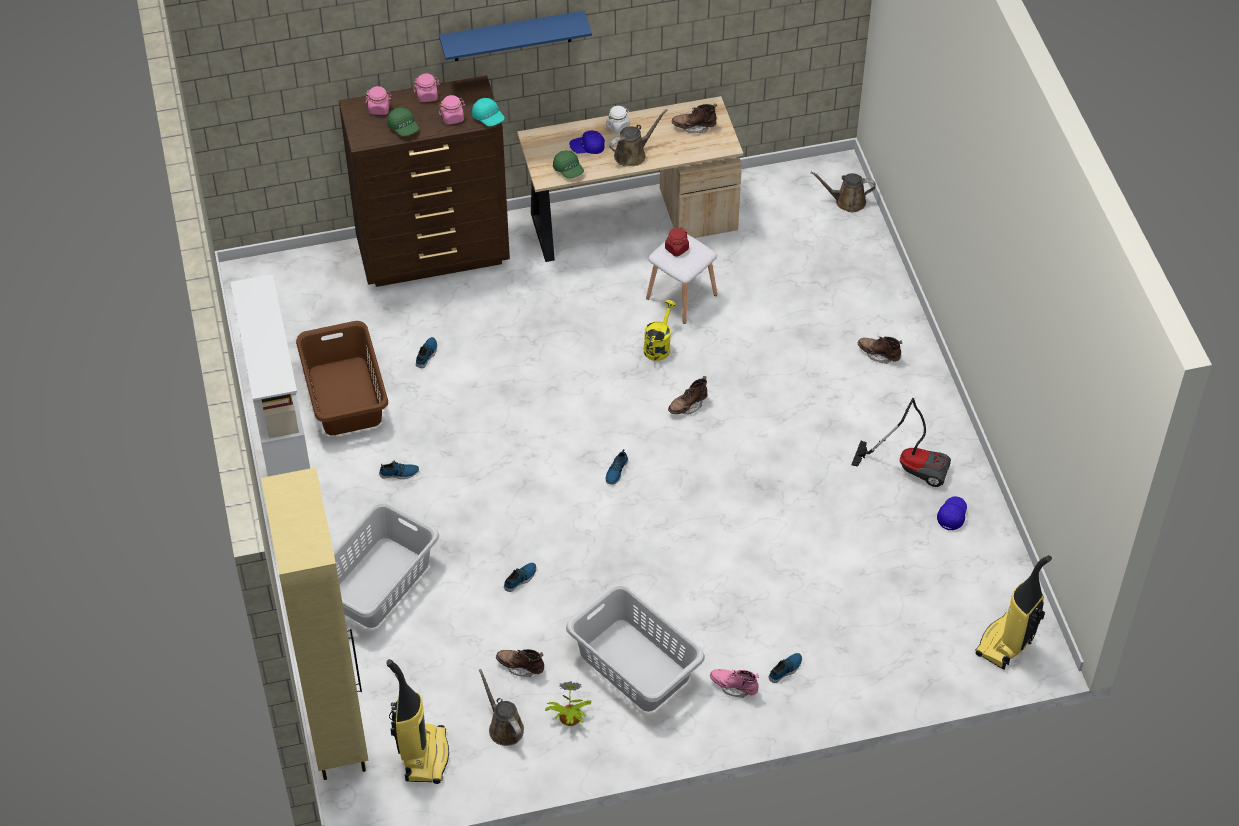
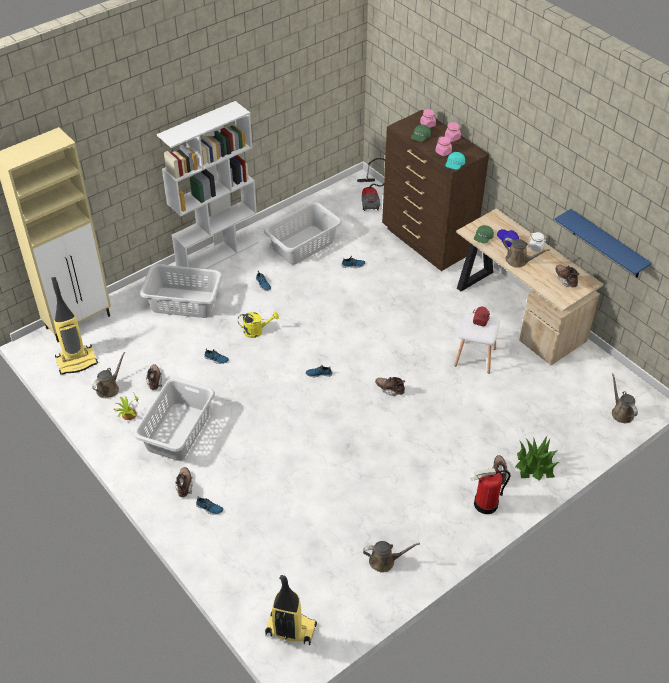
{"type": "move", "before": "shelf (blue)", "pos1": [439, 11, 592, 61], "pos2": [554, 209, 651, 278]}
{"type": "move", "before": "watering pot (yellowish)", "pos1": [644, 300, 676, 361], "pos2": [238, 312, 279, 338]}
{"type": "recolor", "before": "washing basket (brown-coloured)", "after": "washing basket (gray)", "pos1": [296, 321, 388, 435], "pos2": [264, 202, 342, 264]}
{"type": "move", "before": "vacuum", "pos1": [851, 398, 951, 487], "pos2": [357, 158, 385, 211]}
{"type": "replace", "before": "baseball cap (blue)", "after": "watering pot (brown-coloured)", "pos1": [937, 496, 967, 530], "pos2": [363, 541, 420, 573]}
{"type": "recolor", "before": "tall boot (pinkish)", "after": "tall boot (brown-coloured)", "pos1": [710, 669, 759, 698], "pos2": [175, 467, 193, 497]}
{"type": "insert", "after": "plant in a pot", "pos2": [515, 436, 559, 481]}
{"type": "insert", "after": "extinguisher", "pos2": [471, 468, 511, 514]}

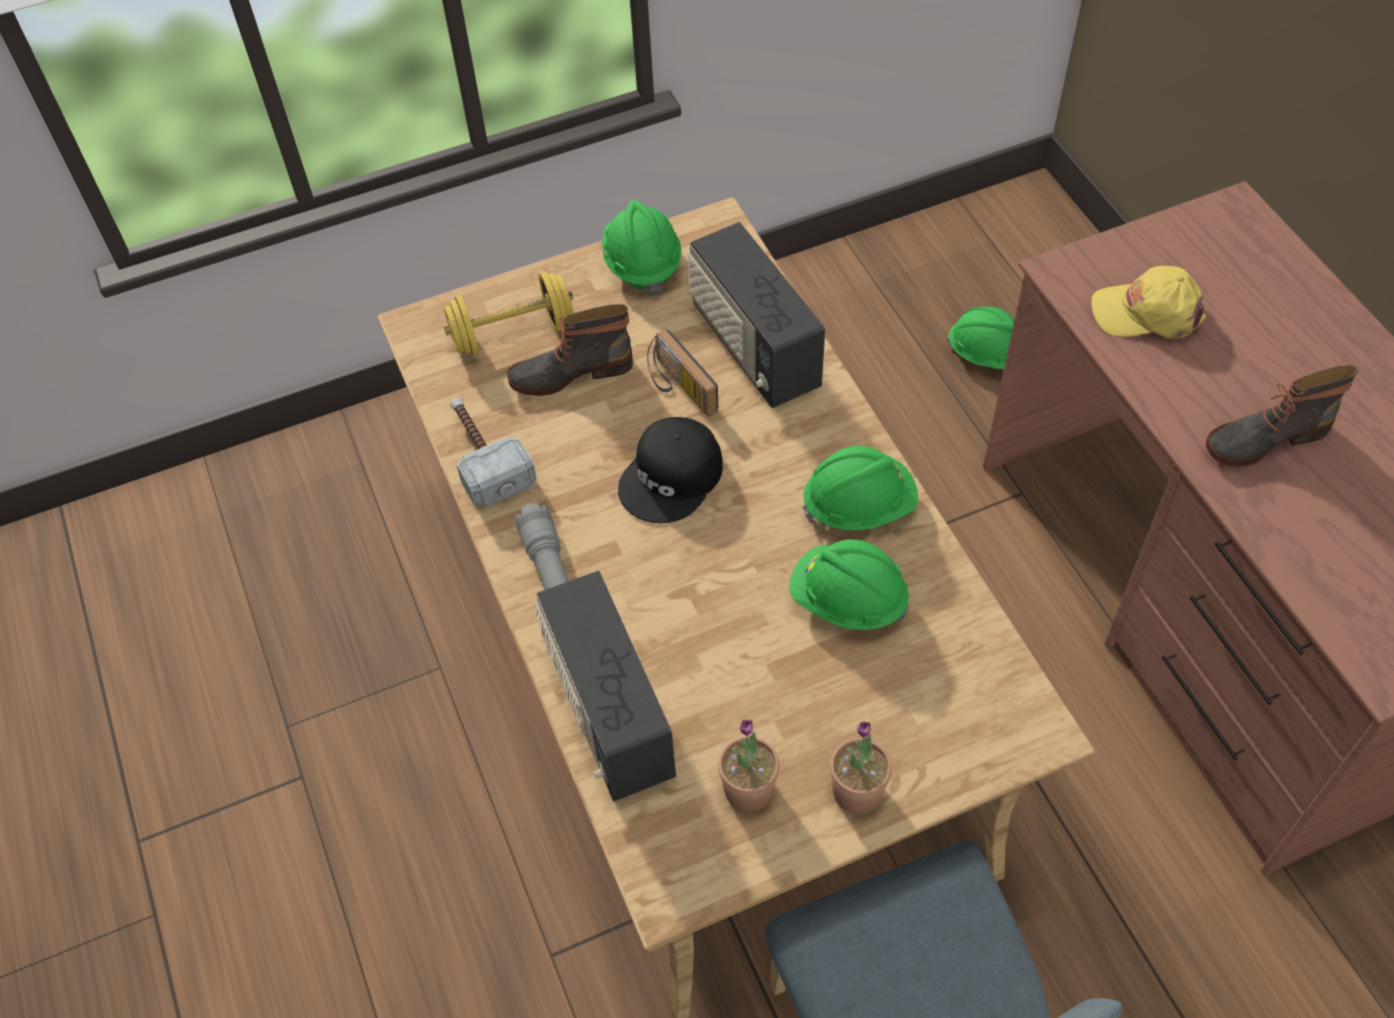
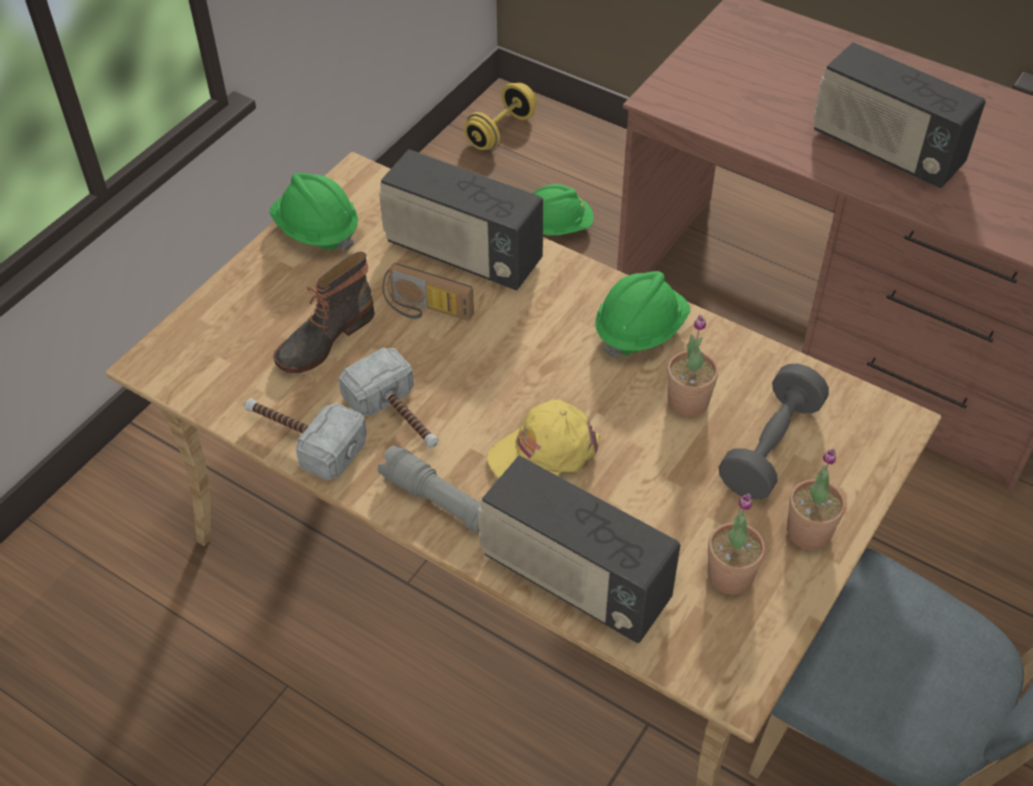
{"type": "move", "before": "baseball cap (yellowish)", "pos1": [1091, 266, 1206, 339], "pos2": [487, 400, 600, 479]}
{"type": "move", "before": "free weight (yellowish)", "pos1": [444, 271, 573, 356], "pos2": [464, 83, 537, 150]}
{"type": "replace", "before": "tall boot", "after": "radio", "pos1": [1206, 365, 1358, 466], "pos2": [813, 42, 986, 188]}
{"type": "delete", "before": "baseball cap (black-coloured)", "pos1": [618, 417, 723, 523]}
{"type": "replace", "before": "safety helmet (green-coloured)", "after": "plant in a pot", "pos1": [789, 539, 910, 630], "pos2": [667, 315, 718, 417]}
{"type": "insert", "after": "hand hammer", "pos2": [338, 348, 439, 448]}
{"type": "insert", "after": "free weight (gray)", "pos2": [719, 364, 829, 500]}

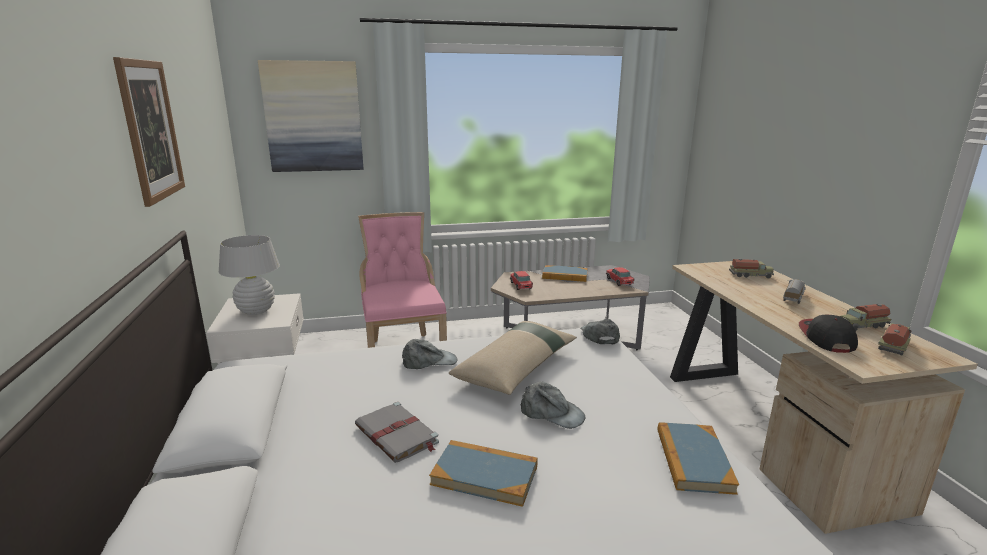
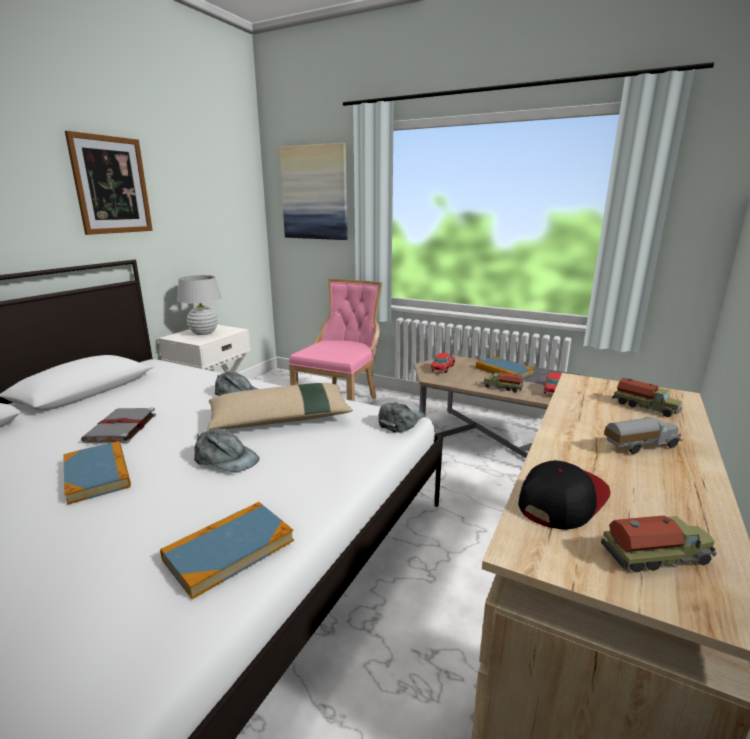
{"type": "move", "before": "model truck", "pos1": [840, 304, 891, 331], "pos2": [483, 372, 523, 392]}
{"type": "rotate", "before": "baseball cap (gray)", "pos1": [520, 382, 585, 429], "pos2": [194, 428, 259, 473], "turn": -45}

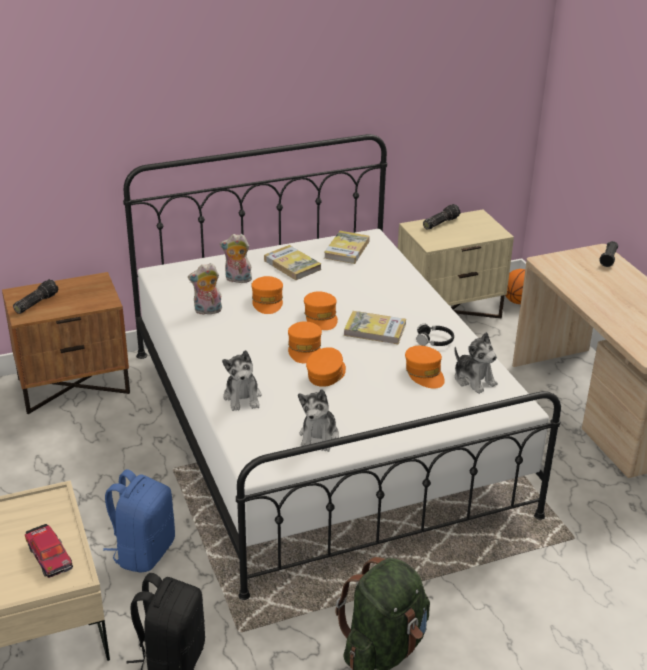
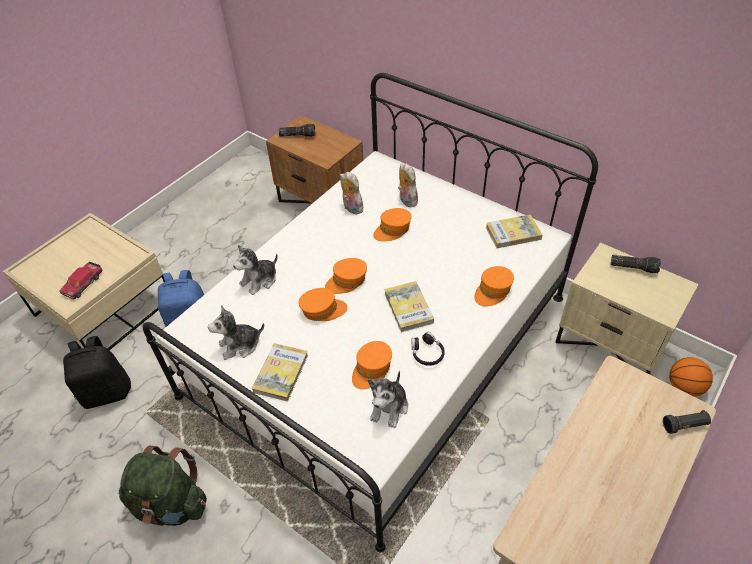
{"type": "move", "before": "book", "pos1": [264, 245, 321, 280], "pos2": [252, 343, 308, 401]}
{"type": "move", "before": "baseball cap (orangey)", "pos1": [304, 291, 338, 330], "pos2": [474, 266, 514, 307]}

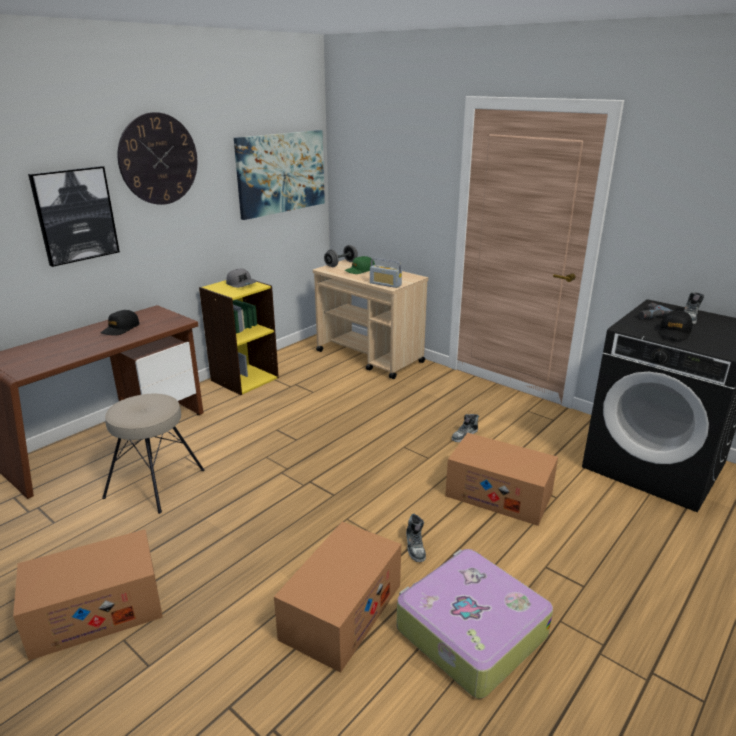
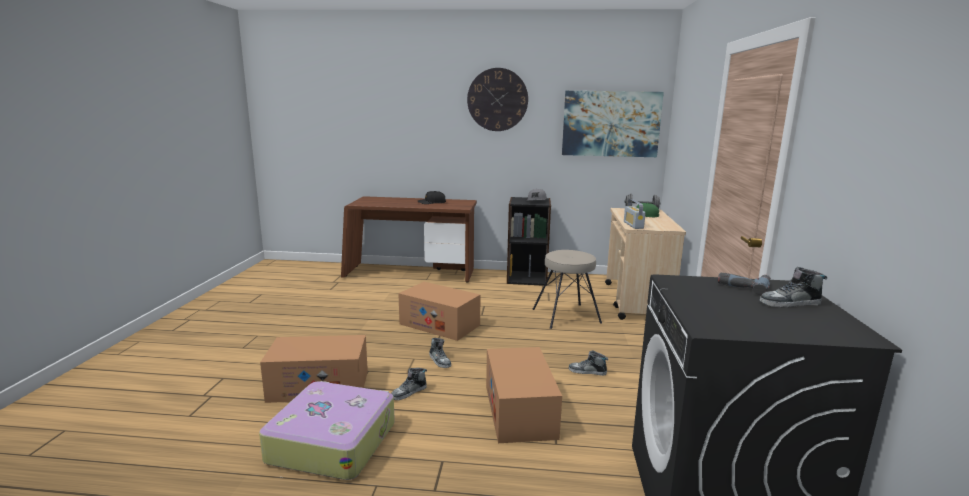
{"type": "delete", "before": "wall picture", "pos1": [28, 166, 120, 267]}
{"type": "recolor", "before": "bookshelf (yellowish)", "after": "bookshelf (black-coloured)", "pos1": [199, 280, 279, 395], "pos2": [507, 197, 551, 286]}
{"type": "delete", "before": "baseball cap (black-coloured)", "pos1": [658, 310, 692, 340]}
{"type": "move", "before": "stool seat (sand-coloured)", "pos1": [102, 394, 205, 514], "pos2": [532, 250, 602, 329]}
{"type": "move", "before": "packing box", "pos1": [13, 529, 163, 661], "pos2": [398, 282, 481, 341]}
{"type": "insert", "after": "item of footwear", "pos2": [429, 338, 451, 368]}

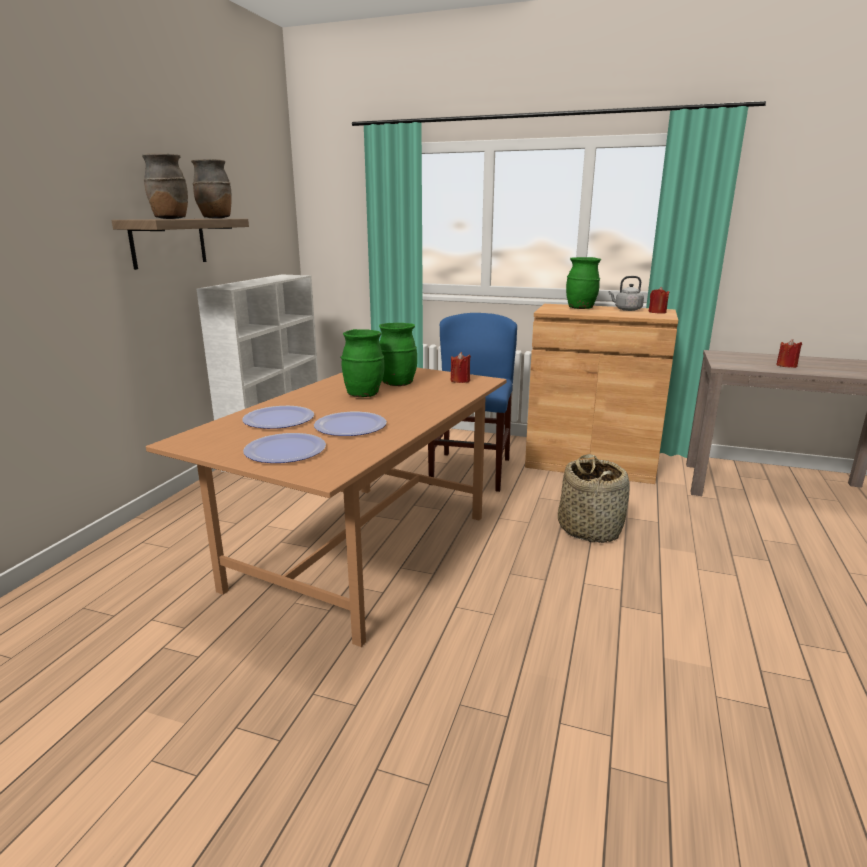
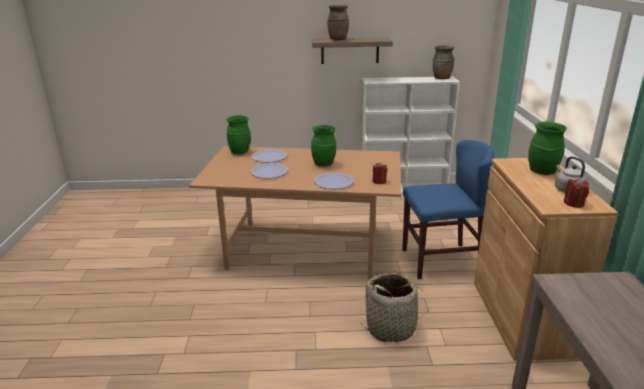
{"type": "move", "before": "decorative vase (brown-coloured)", "pos1": [191, 159, 232, 219], "pos2": [433, 45, 454, 79]}
{"type": "move", "before": "decorative vase (green-coloured)", "pos1": [379, 323, 417, 386], "pos2": [226, 115, 251, 154]}
{"type": "delete", "before": "wax candle (reddish)", "pos1": [776, 339, 802, 368]}
{"type": "move", "before": "plate", "pos1": [243, 433, 326, 463], "pos2": [314, 173, 354, 189]}

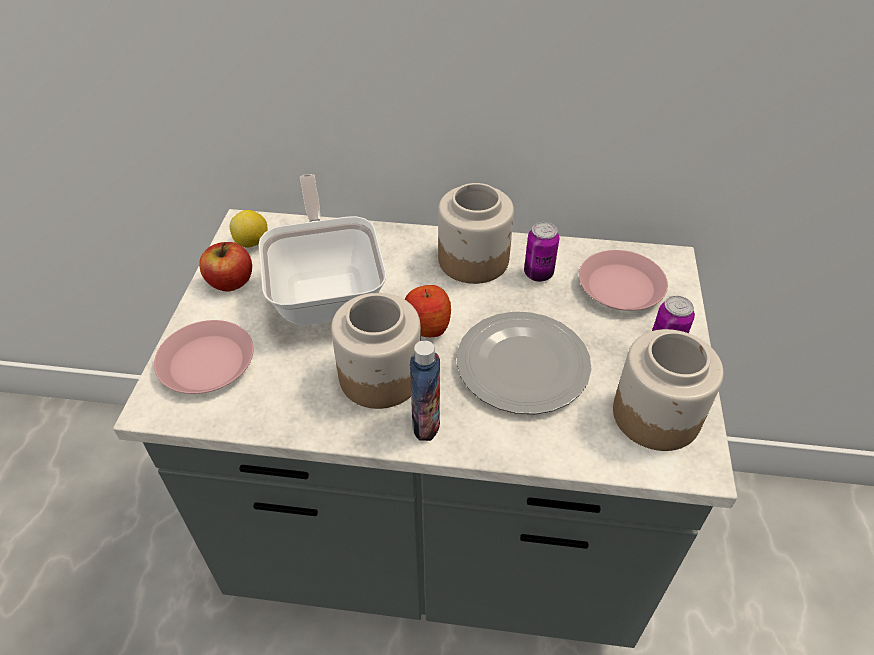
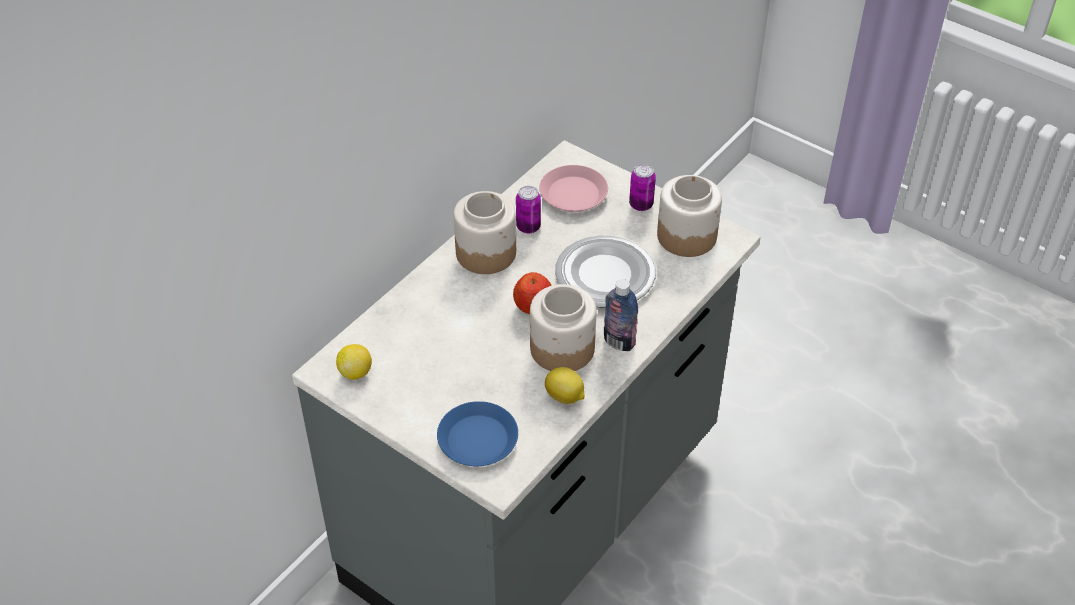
{"type": "delete", "before": "frying pan", "pos1": [258, 174, 386, 325]}
{"type": "delete", "before": "apple", "pos1": [199, 242, 252, 292]}
{"type": "recolor", "before": "plate (pinkish)", "after": "plate (blue)", "pos1": [154, 320, 254, 394], "pos2": [437, 401, 518, 466]}
{"type": "insert", "after": "whole lemon", "pos2": [545, 367, 585, 404]}

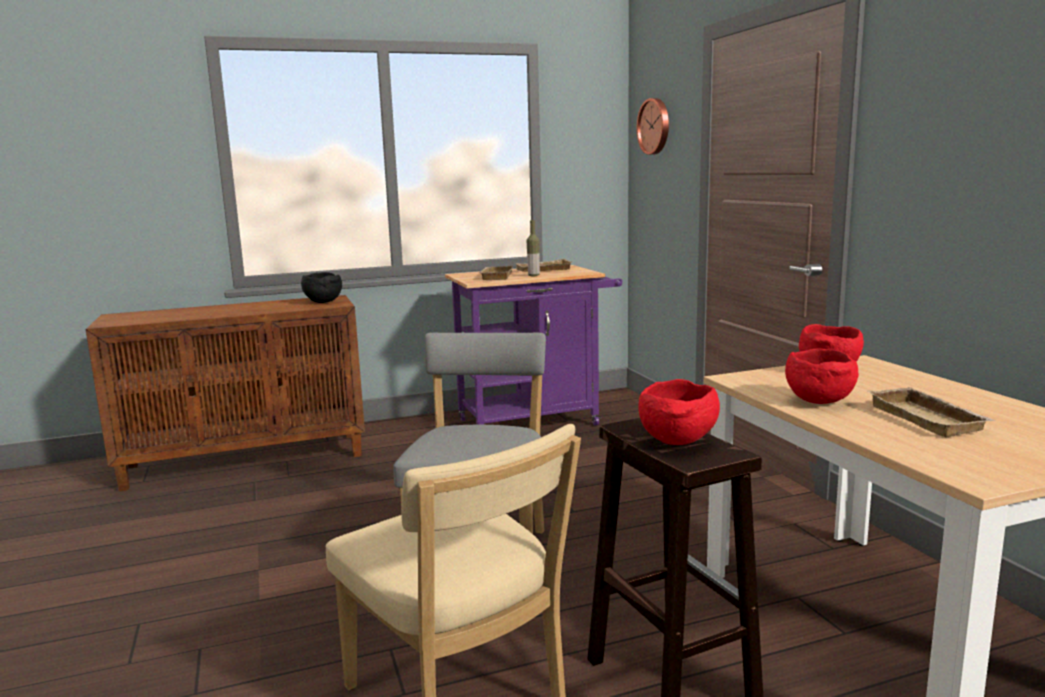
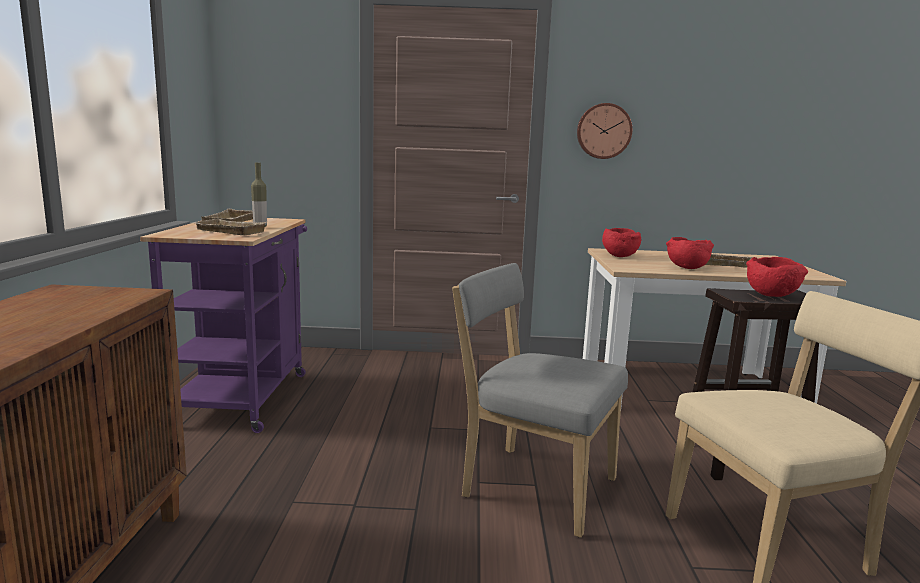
{"type": "move", "before": "hanging clock", "pos1": [636, 98, 669, 155], "pos2": [577, 103, 632, 159]}
{"type": "delete", "before": "serving bowl (black-coloured)", "pos1": [301, 272, 342, 303]}

